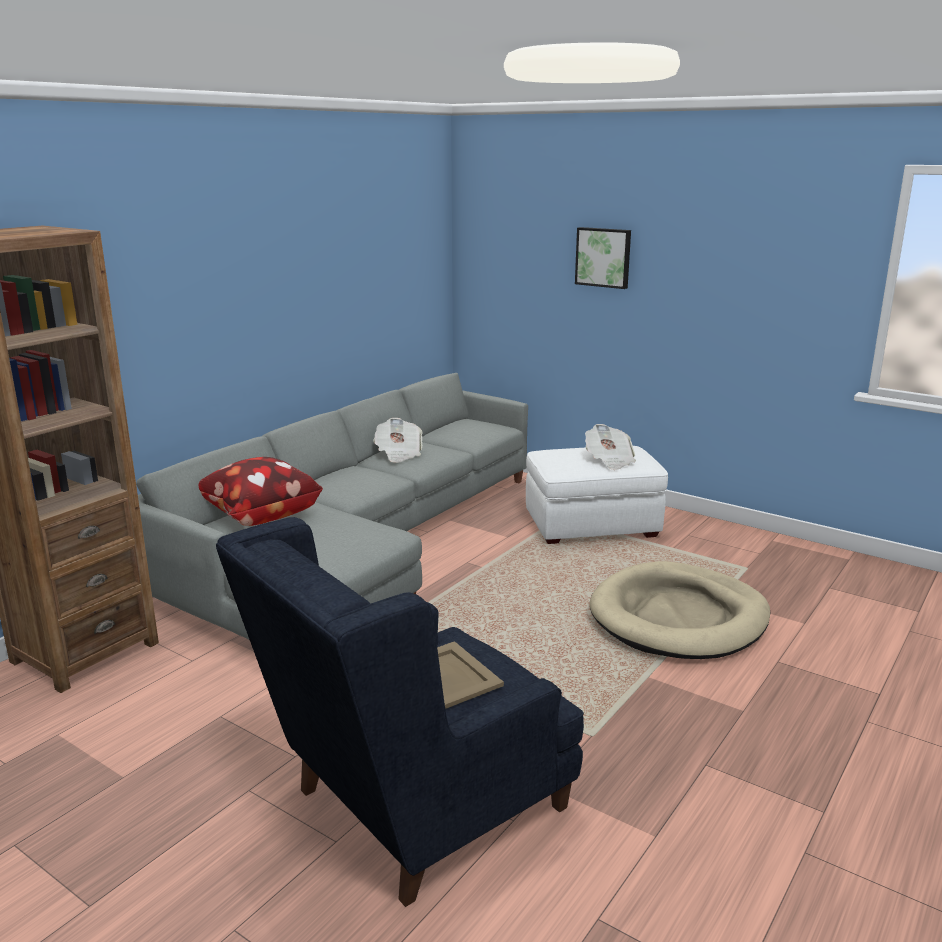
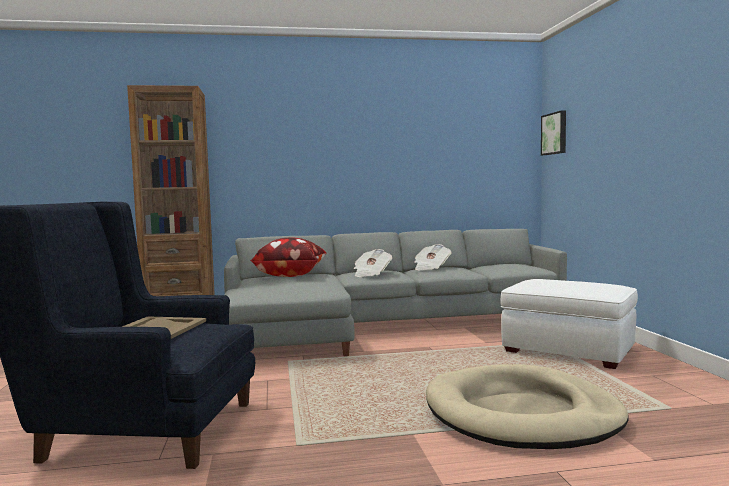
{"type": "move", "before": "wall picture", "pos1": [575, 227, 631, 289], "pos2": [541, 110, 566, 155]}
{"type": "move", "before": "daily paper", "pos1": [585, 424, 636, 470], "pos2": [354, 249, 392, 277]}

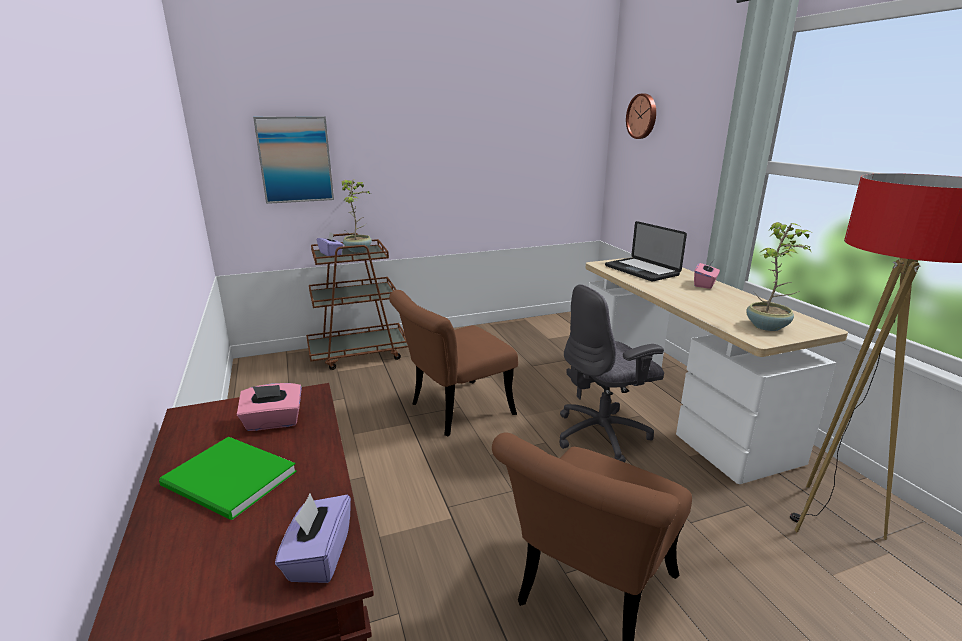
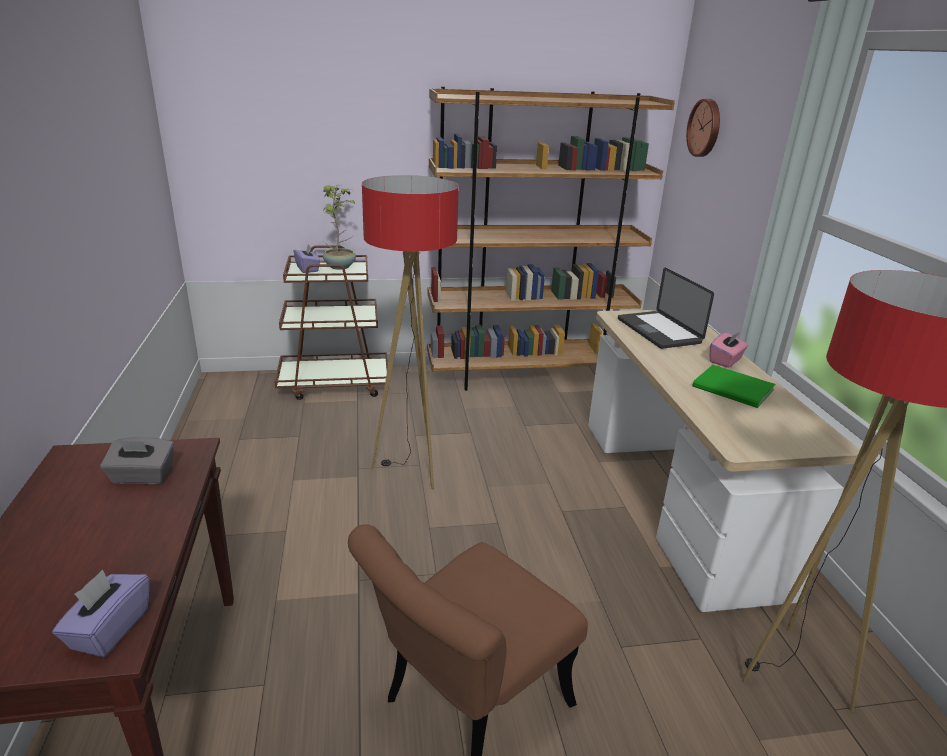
{"type": "delete", "before": "wall picture", "pos1": [253, 116, 334, 204]}
{"type": "delete", "before": "plant in a pot", "pos1": [746, 222, 813, 331]}
{"type": "delete", "before": "desk chair (gray)", "pos1": [559, 284, 664, 462]}
{"type": "replace", "before": "upright chair (brown-coloured)", "after": "floor lamp", "pos1": [389, 290, 518, 436], "pos2": [362, 175, 459, 489]}
{"type": "recolor", "before": "tissue box (pinkish)", "after": "tissue box (gray)", "pos1": [237, 383, 302, 431], "pos2": [100, 437, 174, 484]}
{"type": "move", "before": "book (green-coloured)", "pos1": [159, 437, 297, 520], "pos2": [692, 365, 775, 408]}
{"type": "insert", "after": "bookshelf (brown-coloured)", "pos2": [427, 86, 675, 391]}

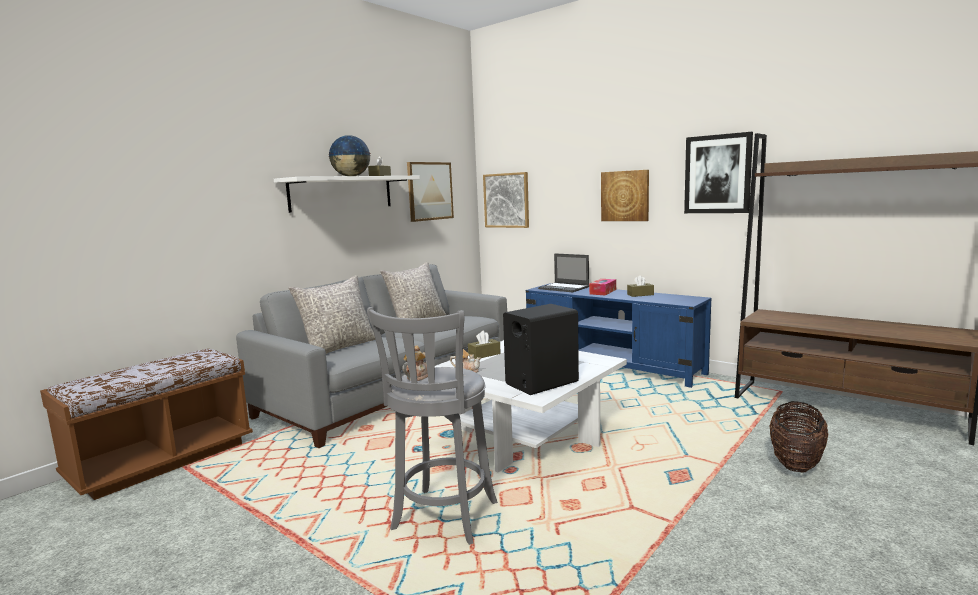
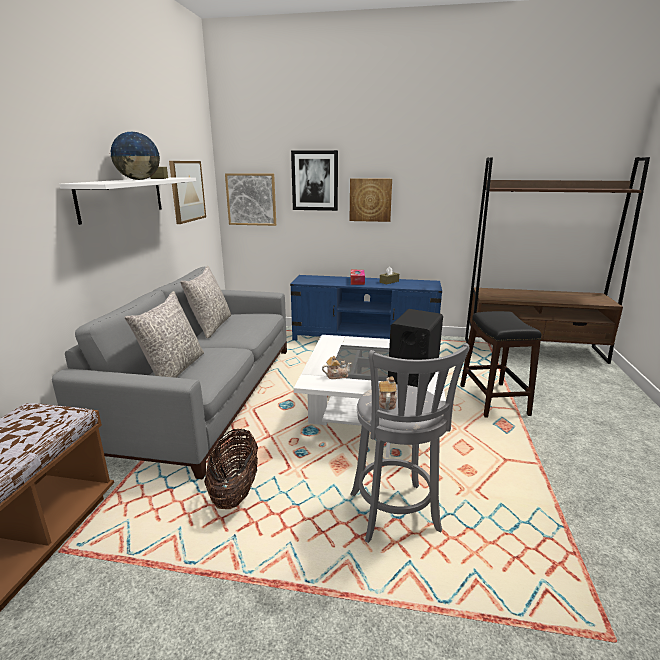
{"type": "move", "before": "wall picture", "pos1": [684, 132, 753, 213], "pos2": [291, 150, 338, 211]}
{"type": "delete", "before": "portable computer", "pos1": [538, 253, 589, 292]}
{"type": "delete", "before": "tissue box (brown-coloured)", "pos1": [468, 331, 501, 359]}
{"type": "move", "before": "storage basket", "pos1": [769, 401, 828, 473], "pos2": [204, 429, 258, 509]}
{"type": "insert", "after": "stool seat (black-coloured)", "pos2": [460, 311, 542, 418]}

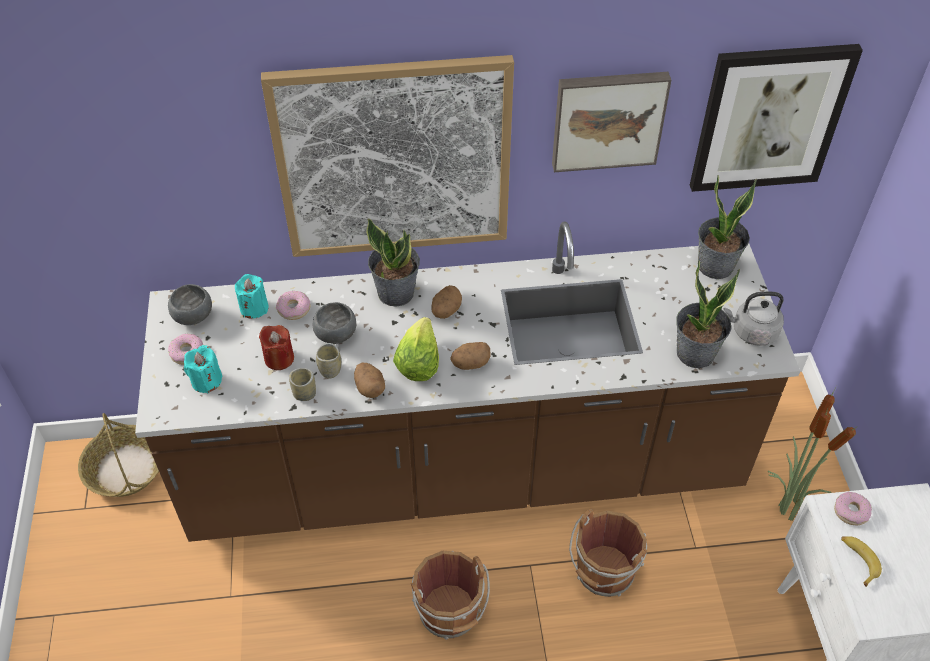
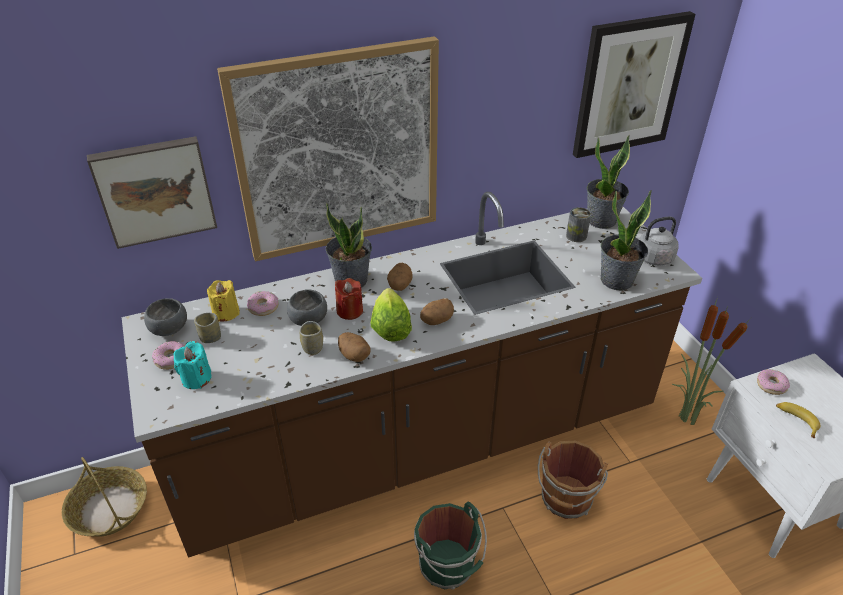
{"type": "move", "before": "wall picture", "pos1": [552, 72, 671, 172], "pos2": [87, 136, 217, 249]}
{"type": "recolor", "before": "wax candle (blue-green)", "after": "wax candle (yellowish)", "pos1": [235, 274, 269, 318], "pos2": [207, 280, 240, 321]}
{"type": "move", "before": "wax candle (reddish)", "pos1": [259, 325, 294, 370], "pos2": [335, 278, 363, 320]}
{"type": "move", "before": "small cup", "pos1": [289, 368, 316, 401], "pos2": [194, 313, 221, 343]}
{"type": "recolor", "before": "water bucket (brown-coloured)", "after": "water bucket (green-coloured)", "pos1": [411, 550, 490, 640], "pos2": [414, 501, 487, 590]}
{"type": "insert", "after": "can", "pos2": [566, 207, 591, 242]}

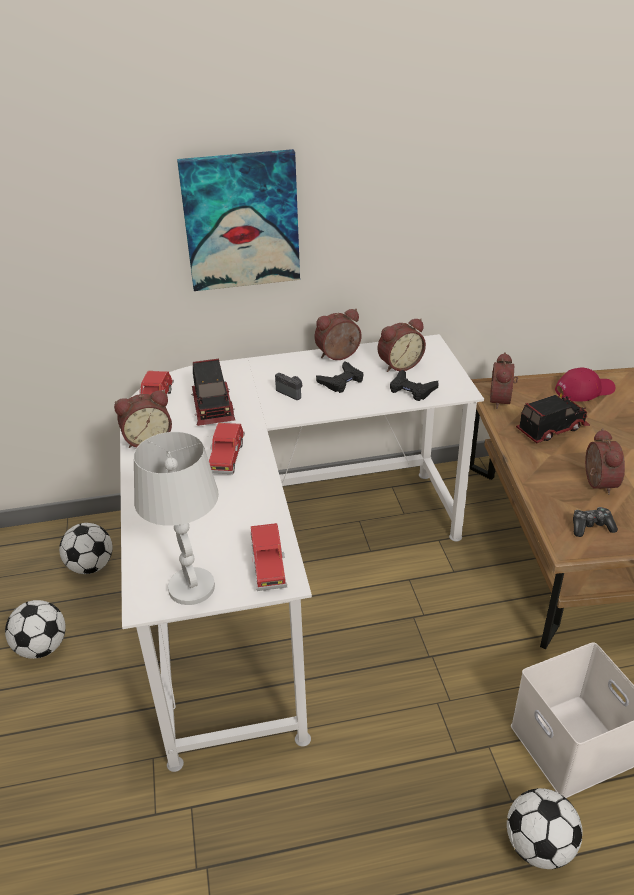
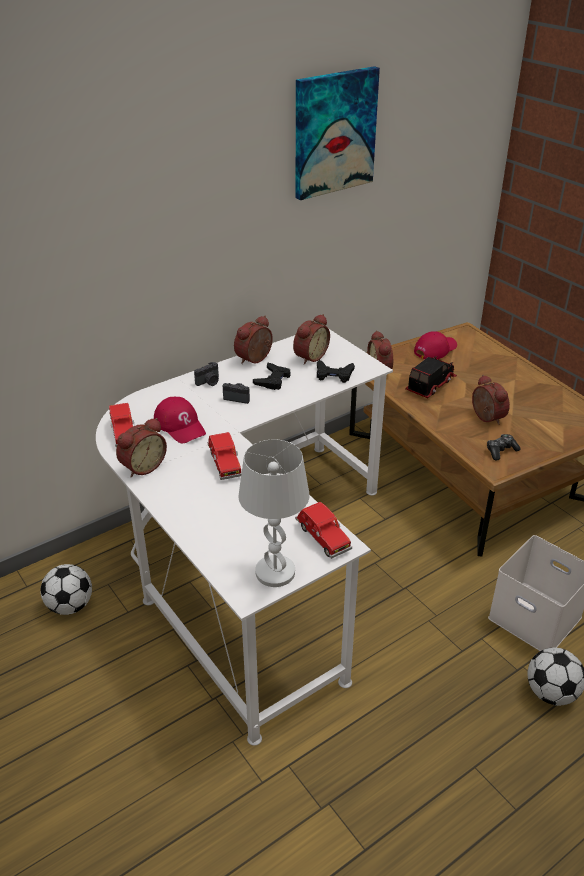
{"type": "move", "before": "wall picture", "pos1": [177, 149, 300, 291], "pos2": [296, 66, 380, 200]}
{"type": "replace", "before": "model truck", "after": "baseball cap (reddish)", "pos1": [191, 358, 235, 426], "pos2": [154, 396, 206, 443]}
{"type": "delete", "before": "football", "pos1": [5, 600, 66, 659]}
{"type": "insert", "after": "still camera", "pos2": [194, 362, 219, 386]}

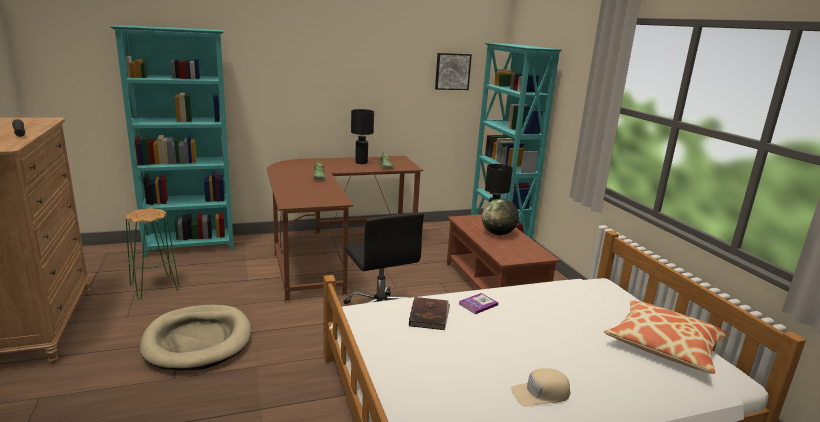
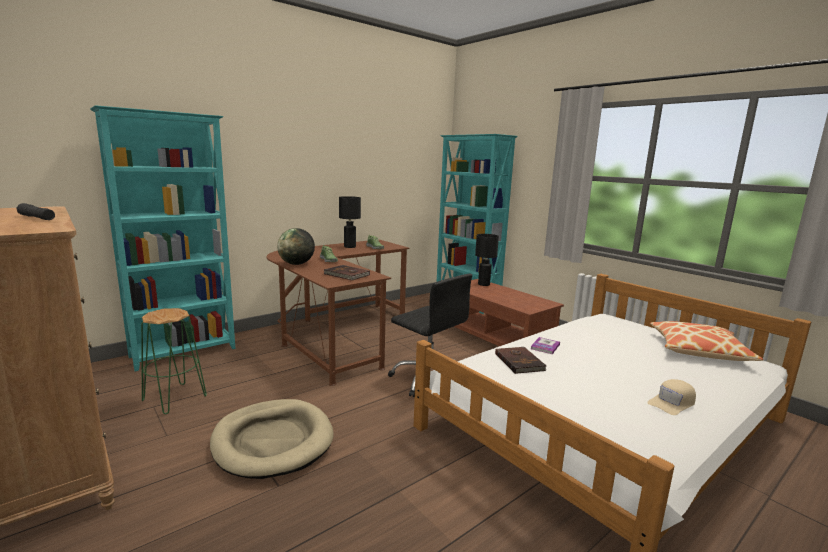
{"type": "delete", "before": "wall picture", "pos1": [435, 53, 472, 90]}
{"type": "move", "before": "globe", "pos1": [482, 199, 519, 235], "pos2": [277, 228, 315, 265]}
{"type": "insert", "after": "book (brown-coloured)", "pos2": [324, 265, 370, 280]}

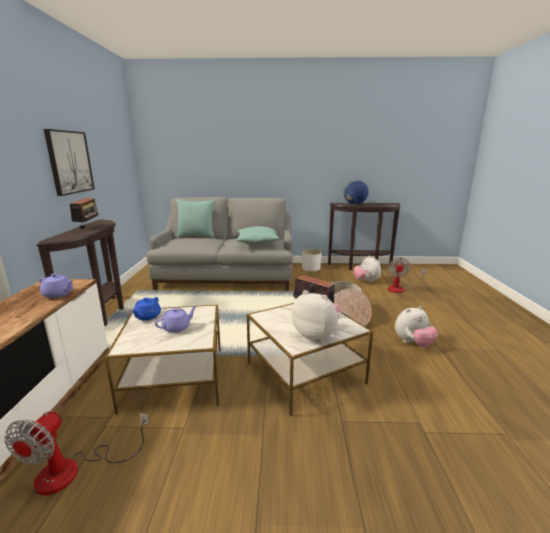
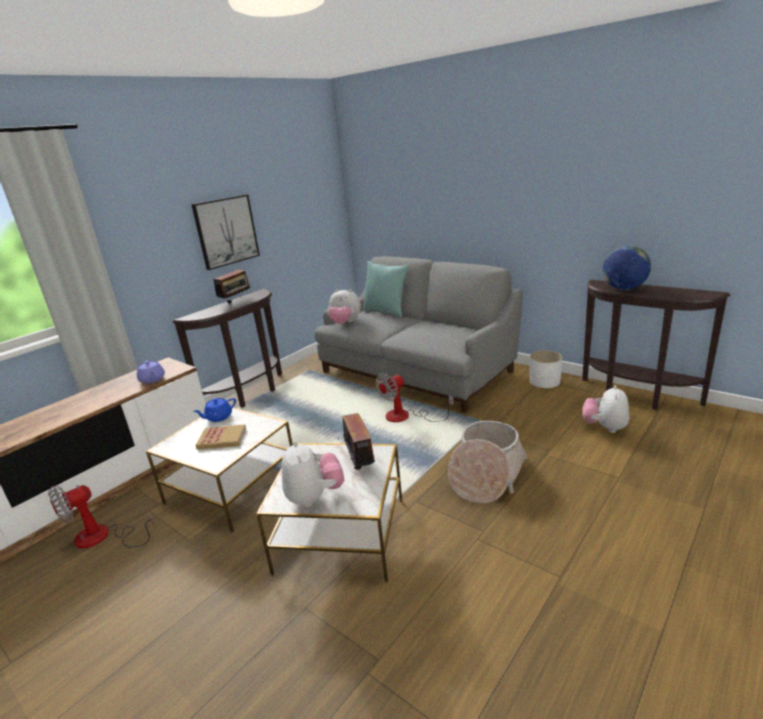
{"type": "delete", "before": "cushion (blue-green)", "pos1": [236, 226, 280, 244]}
{"type": "move", "before": "cooling fan", "pos1": [387, 257, 426, 293], "pos2": [376, 372, 454, 422]}
{"type": "replace", "before": "tea pot (purple-coloured)", "after": "book", "pos1": [155, 306, 197, 333], "pos2": [196, 424, 246, 450]}
{"type": "move", "before": "plush toy", "pos1": [395, 306, 438, 347], "pos2": [328, 289, 361, 324]}

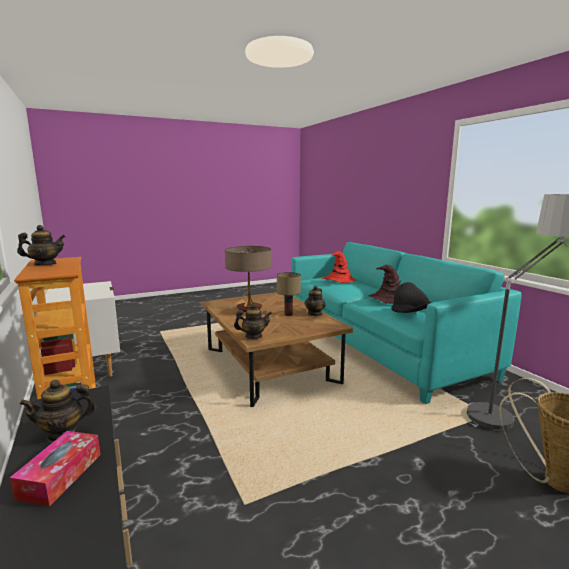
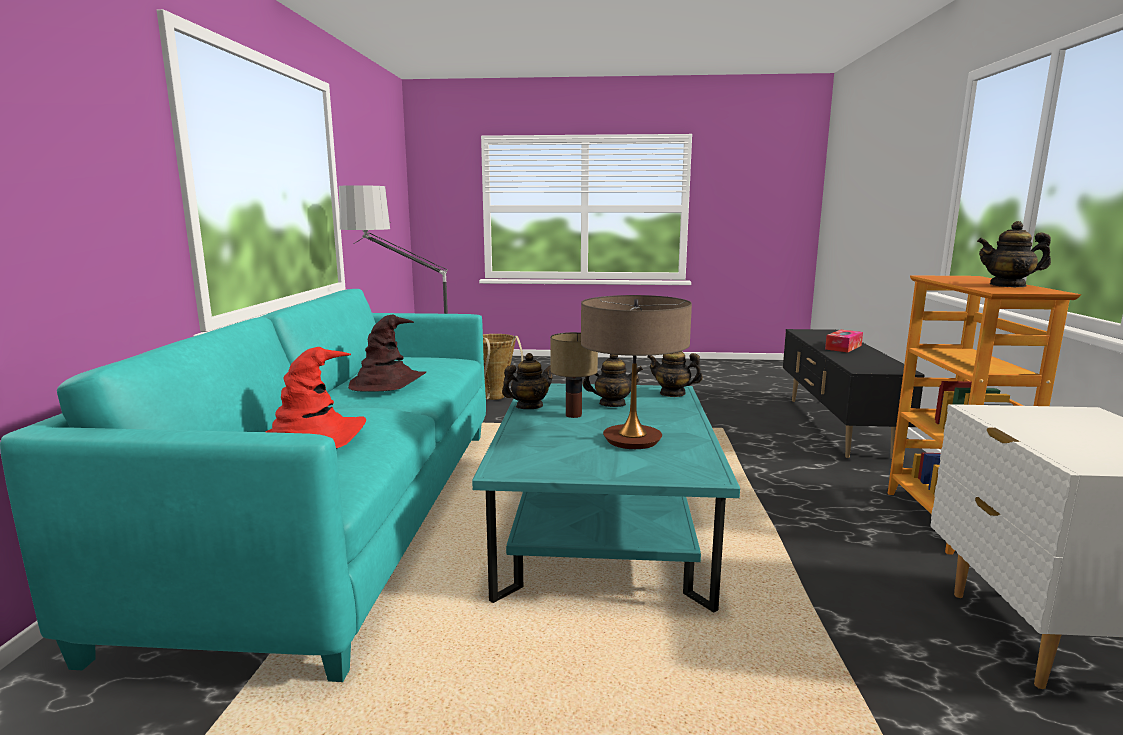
{"type": "delete", "before": "clothing hat (black-coloured)", "pos1": [392, 282, 431, 313]}
{"type": "recolor", "before": "coffee table (brown-coloured)", "after": "coffee table (blue-green)", "pos1": [201, 292, 353, 407], "pos2": [472, 383, 740, 612]}
{"type": "move", "before": "tea pot", "pos1": [20, 380, 96, 442], "pos2": [583, 354, 643, 407]}

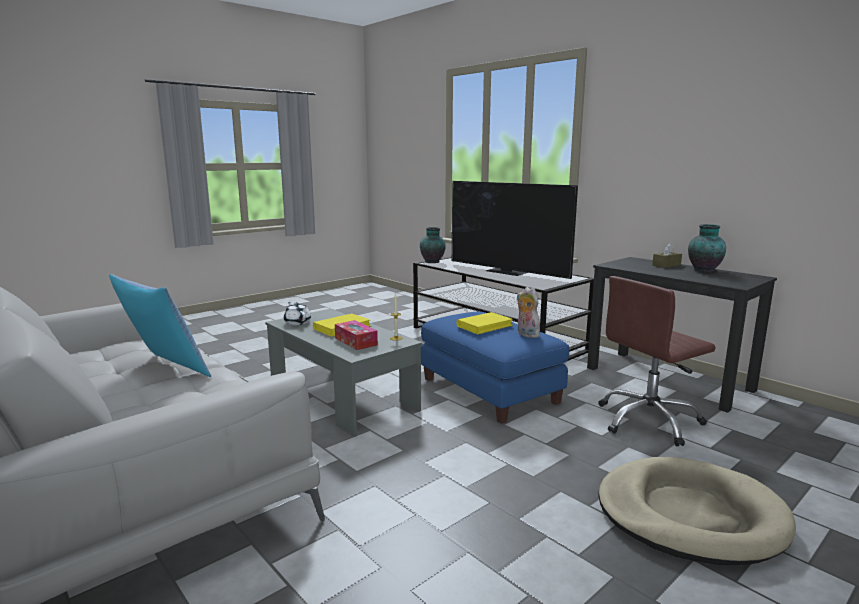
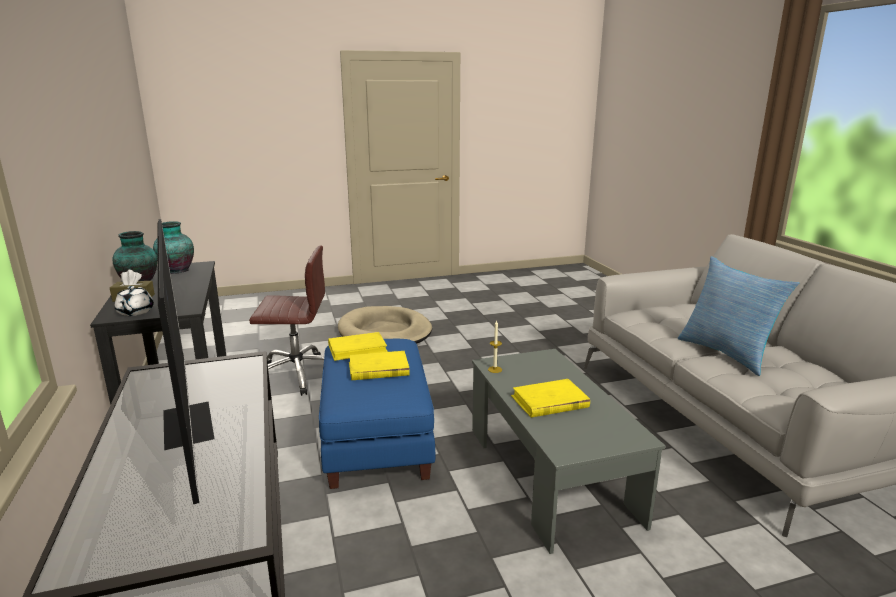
{"type": "move", "before": "decorative vase", "pos1": [420, 227, 446, 263], "pos2": [153, 221, 194, 274]}
{"type": "replace", "before": "plush toy", "after": "book (yellowish)", "pos1": [517, 287, 542, 338], "pos2": [328, 332, 388, 361]}
{"type": "move", "before": "tea pot (white)", "pos1": [284, 302, 311, 325], "pos2": [115, 286, 154, 316]}
{"type": "delete", "before": "tissue box", "pos1": [335, 320, 378, 350]}

